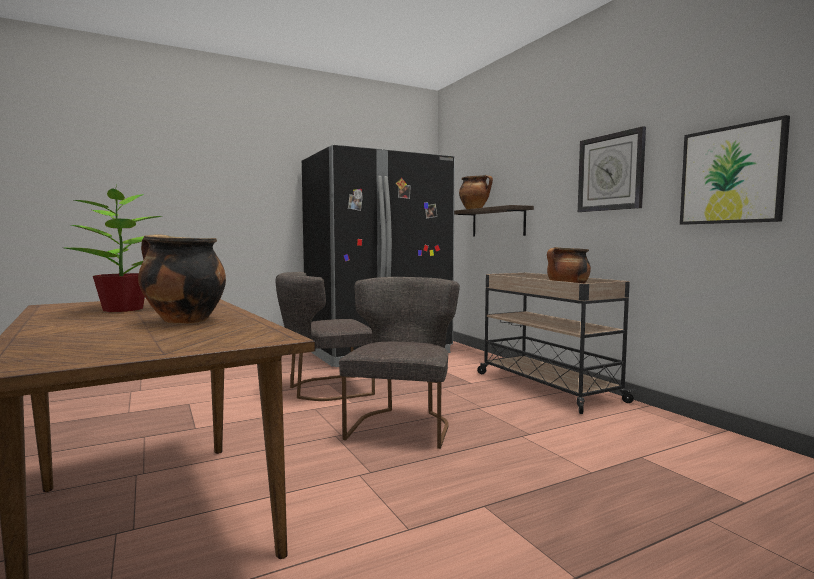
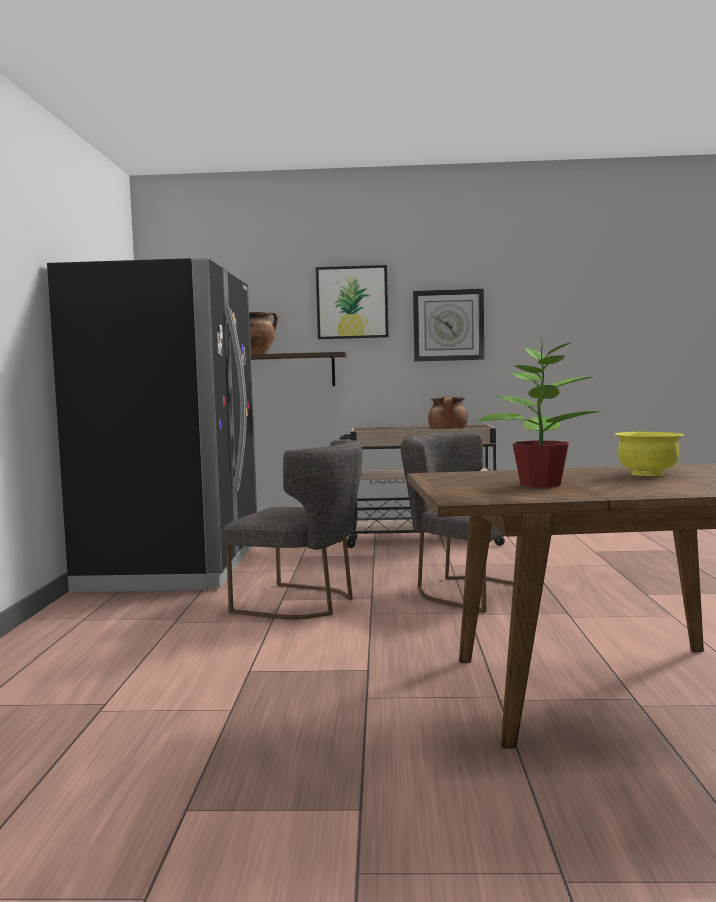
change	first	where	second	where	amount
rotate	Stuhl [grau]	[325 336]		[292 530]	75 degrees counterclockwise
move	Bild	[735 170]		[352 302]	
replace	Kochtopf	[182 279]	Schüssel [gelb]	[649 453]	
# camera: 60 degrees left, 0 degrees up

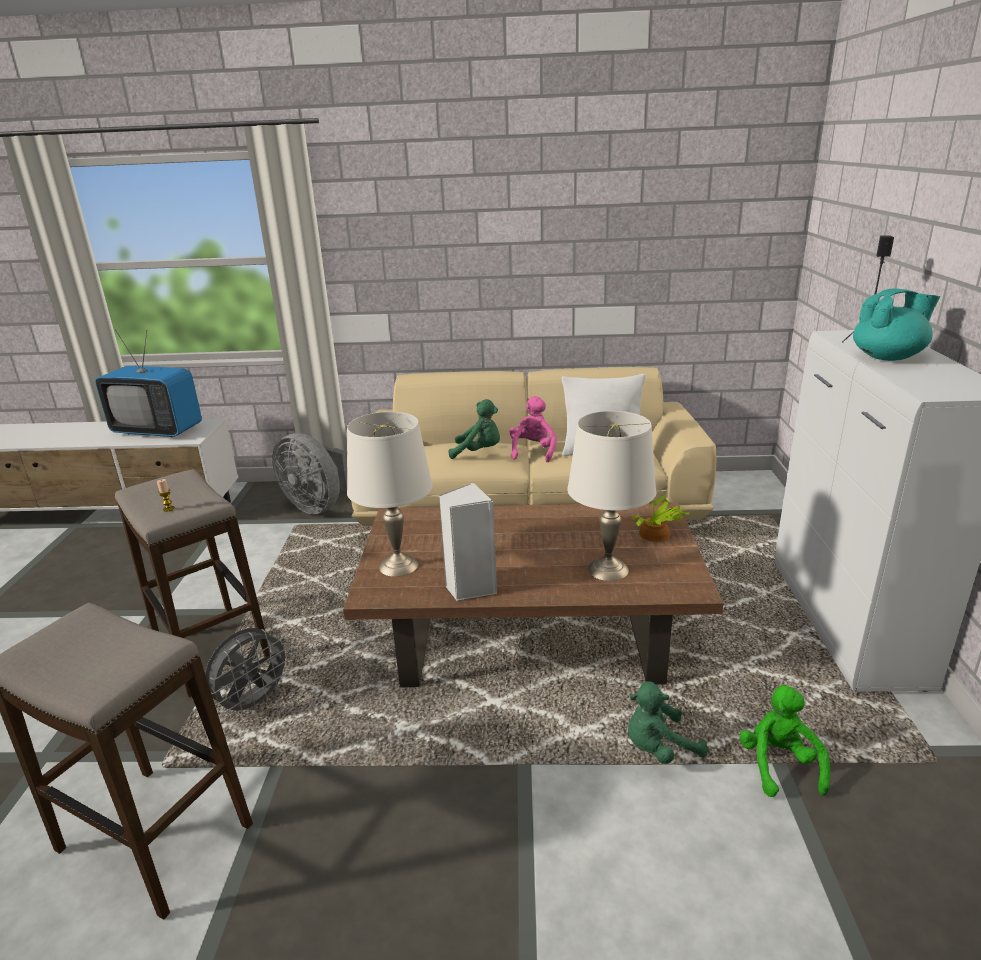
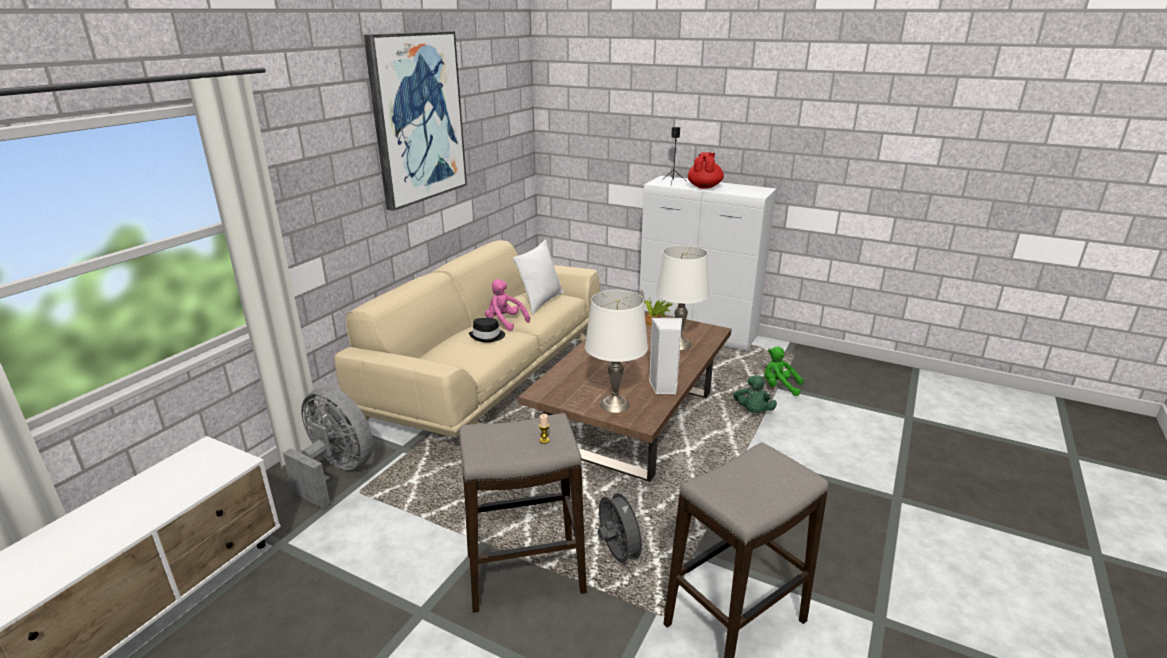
change	first	where	second	where	amount
rotate	Ventilator [grau]	[309 473]		[328 448]	120 degrees counterclockwise
insert			Bild	[415 121]	
replace	Plüschtier [grün]	[474 429]	Hut [schwarz]	[487 330]	
recolor	Teekanne [türkis]	[896 325]	Teekanne [rot]	[706 170]	
delete	Fernseher	[148 383]			
# camera: 65 degrees left, 0 degrees up

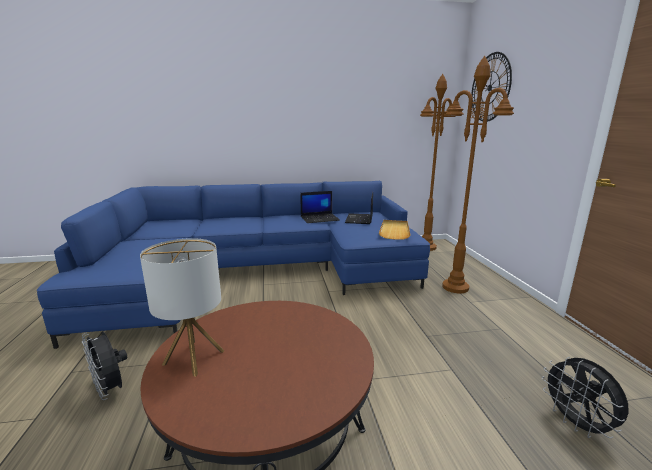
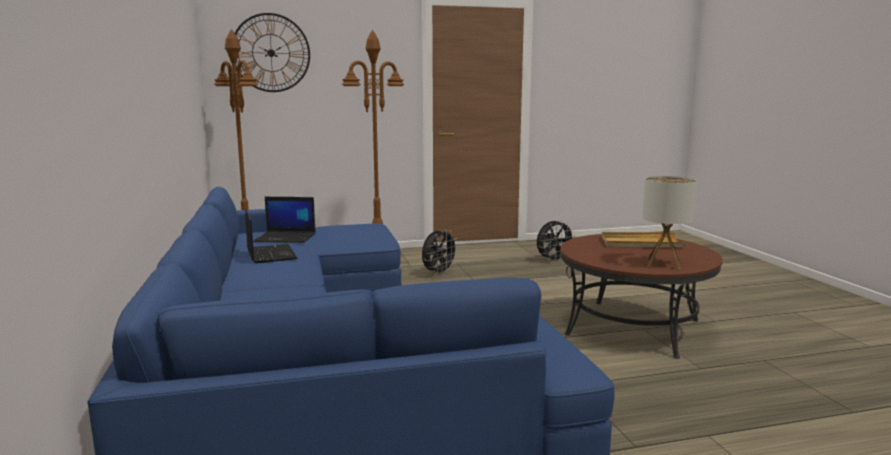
change	first	where	second	where	amount
move	Ventilator [schwarz]	[104 366]		[440 252]	
move	Tablett [beige]	[394 230]		[643 239]	
# camera: 95 degrees left, 5 degrees down

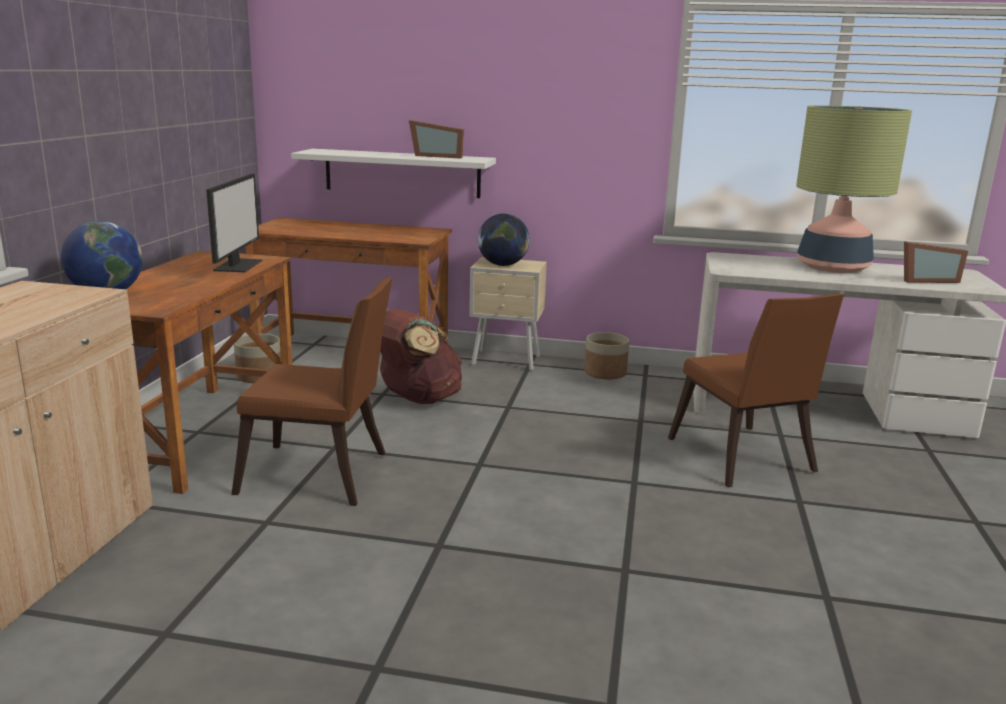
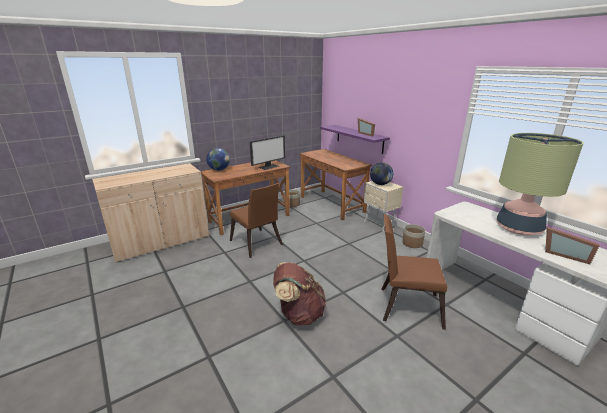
change	first	where	second	where	amount
move	Rucksack [braun]	[421 356]		[299 293]	
recolor	Wandregal [weiß]	[393 173]	Wandregal [lila]	[355 139]	
rotate	Stuhl [braun]	[756 391]		[414 272]	75 degrees clockwise
# camera: 45 degrees right, 5 degrees up

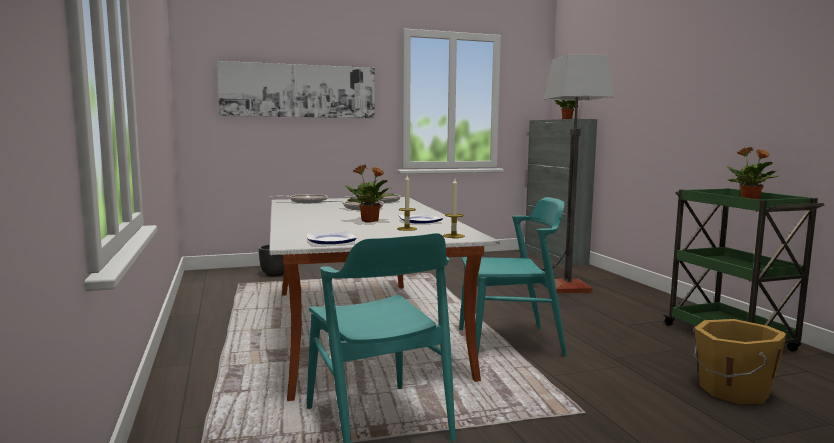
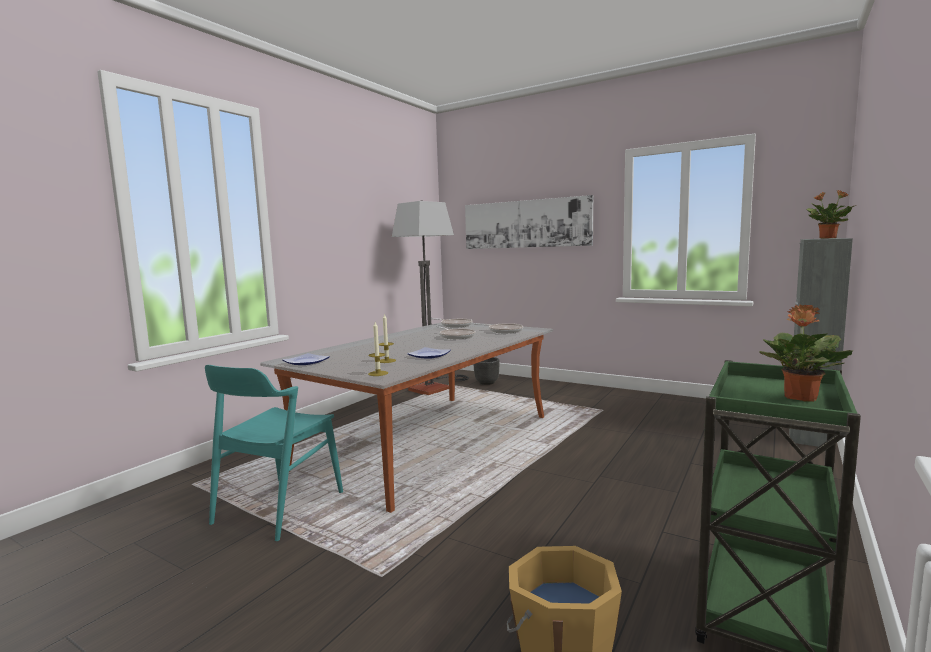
change	first	where	second	where	amount
move	Stehlampe	[577 173]		[430 297]	
delete	Topfpflanze	[369 193]			
delete	Stuhl [türkis]	[513 276]			
# camera: 50 degrees right, 0 degrees up

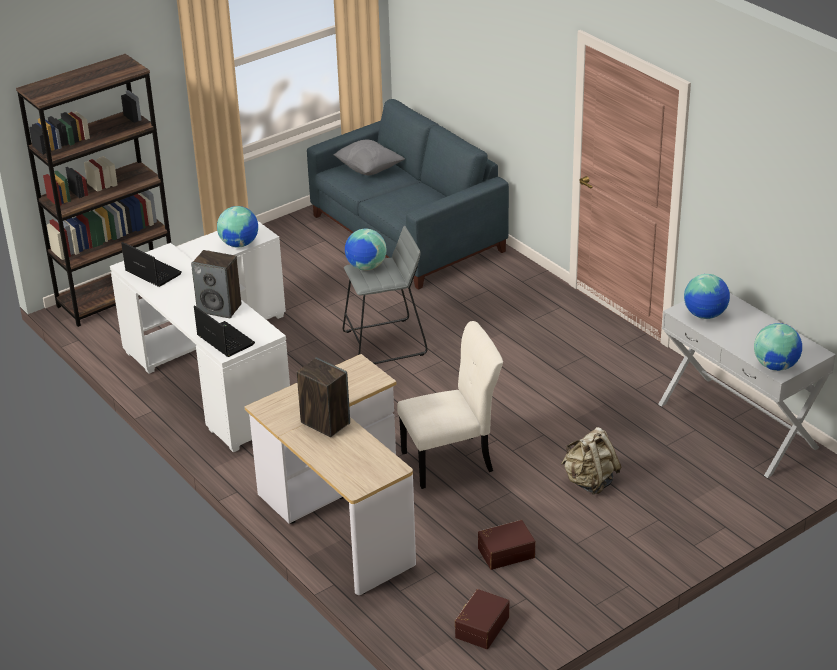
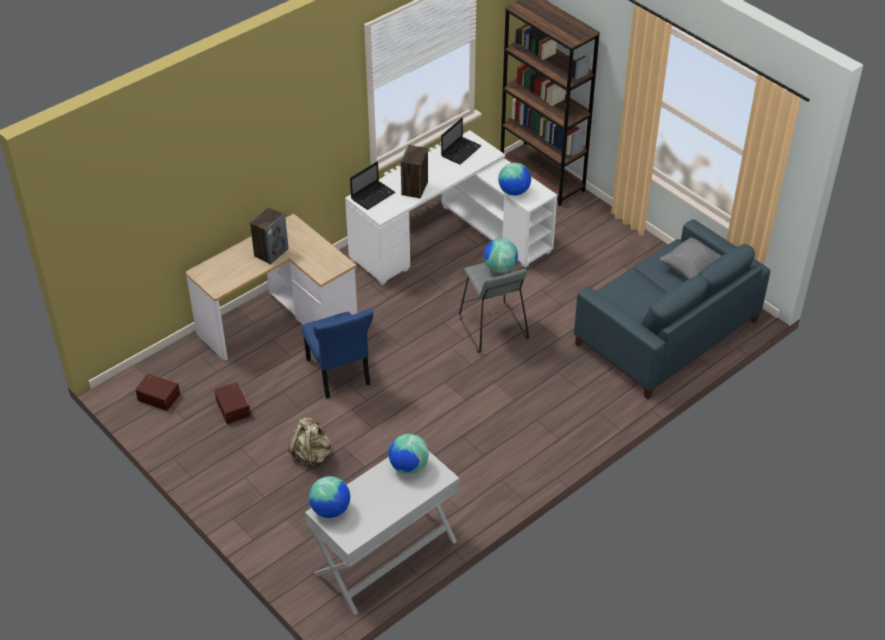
change	first	where	second	where	amount
recolor	Stuhl [beige]	[450 405]	Stuhl [blau]	[337 353]	
# camera: 85 degrees right, 10 degrees up

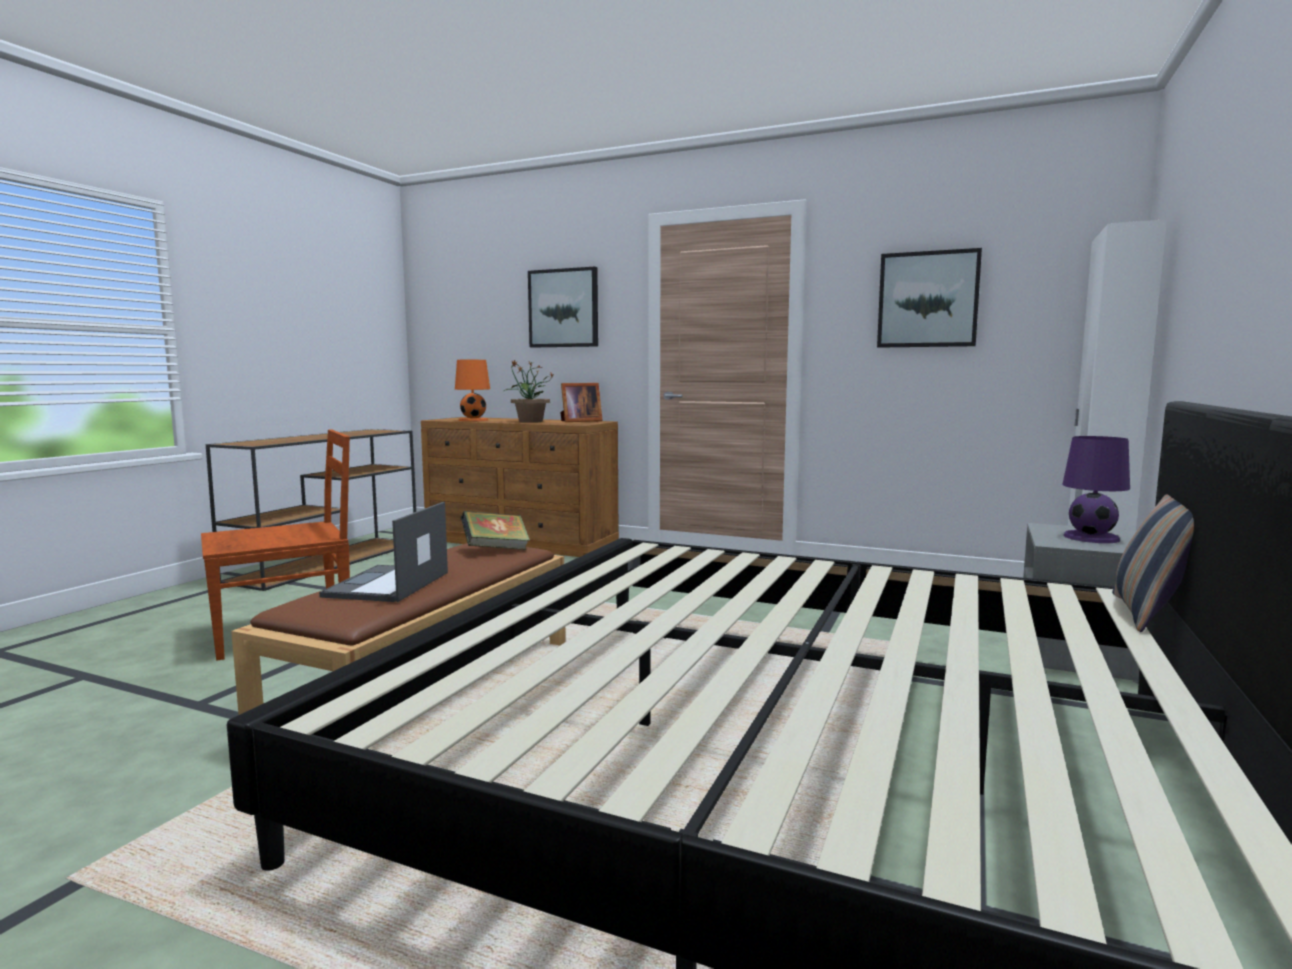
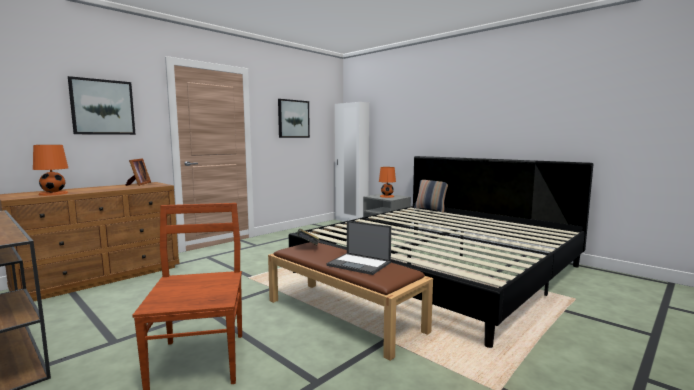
change	first	where	second	where	amount
recolor	Tischlampe [lila]	[1096 489]	Tischlampe [orange]	[387 182]	
delete	Topfpflanze	[528 392]			
# camera: 70 degrees left, 0 degrees up

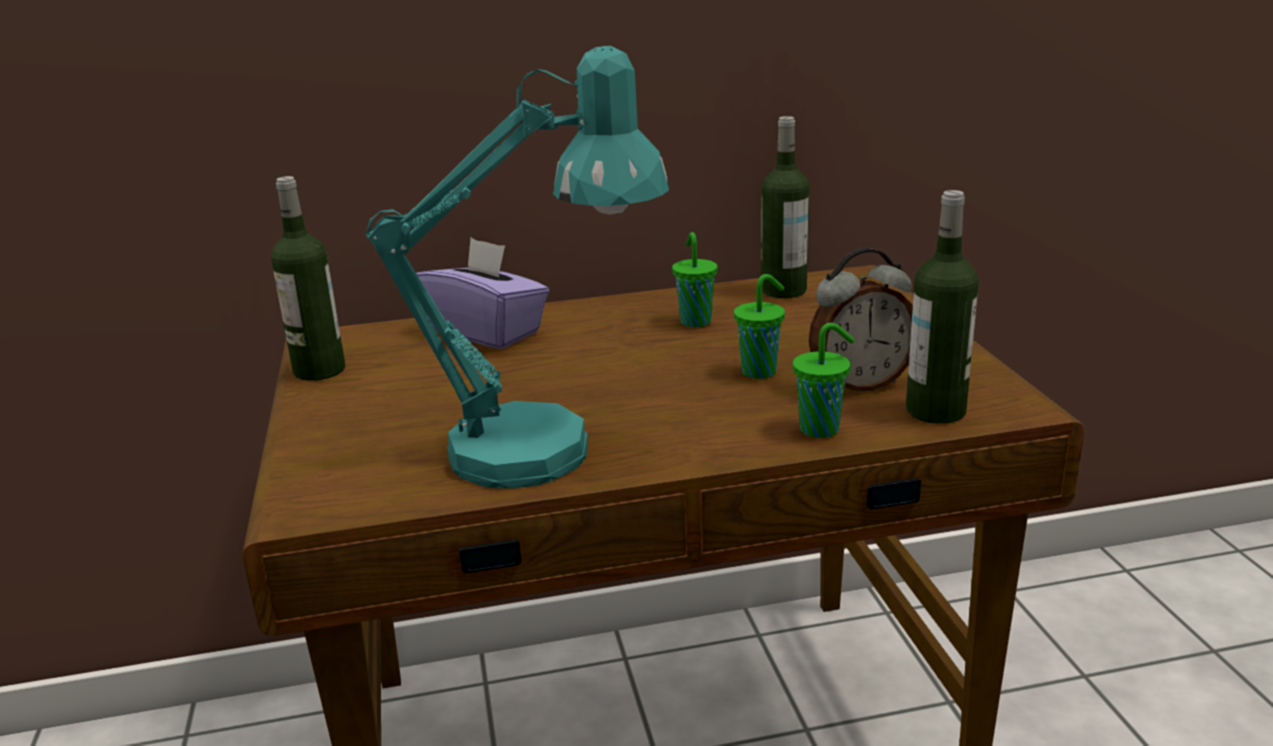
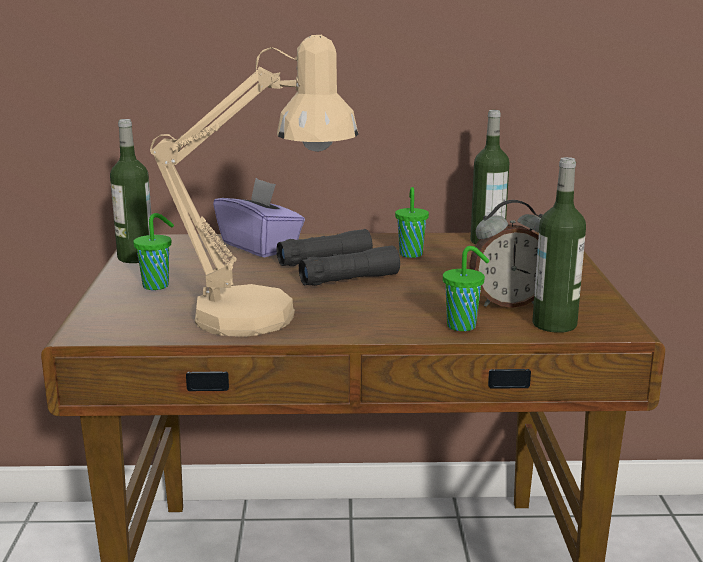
change	first	where	second	where	amount
move	Tasse [grün]	[759 326]		[153 251]	
recolor	Tischlampe [türkis]	[517 267]	Tischlampe [beige]	[254 186]	
insert			Fernglas [schwarz]	[338 257]	
# camera: 10 degrees right, 5 degrees down

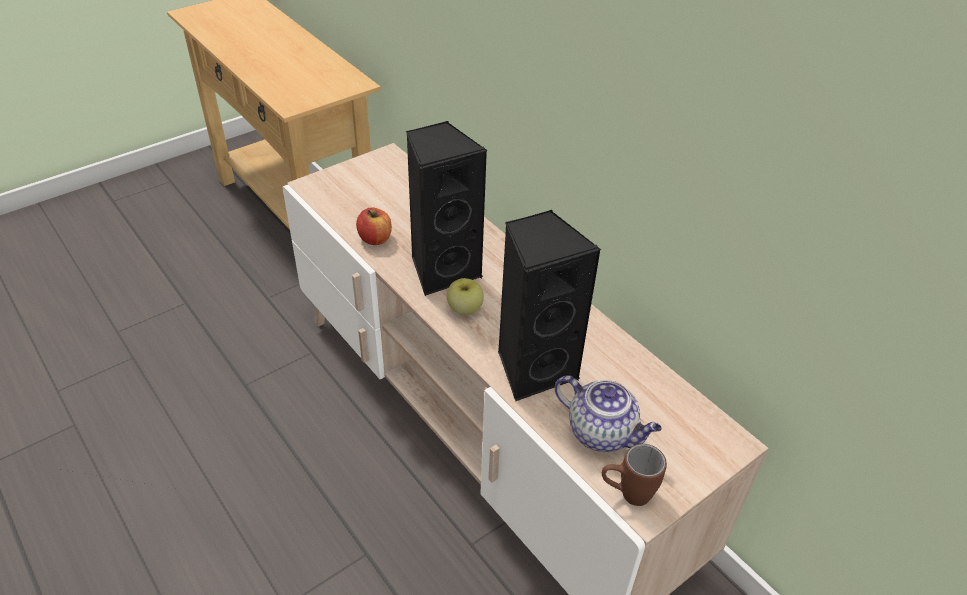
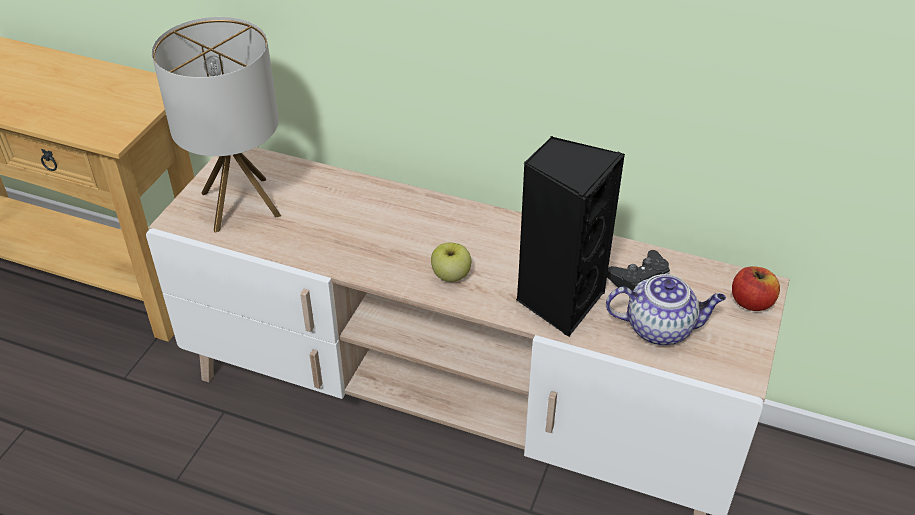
change	first	where	second	where	amount
insert			Tischlampe	[216 125]	
insert			Gamepad [schwarz]	[638 270]	
move	Apfel	[374 226]		[756 288]	
delete	Lautsprecher [schwarz]	[447 208]			
delete	Henkelbecher [braun]	[634 475]			
# camera: 30 degrees left, 0 degrees up

